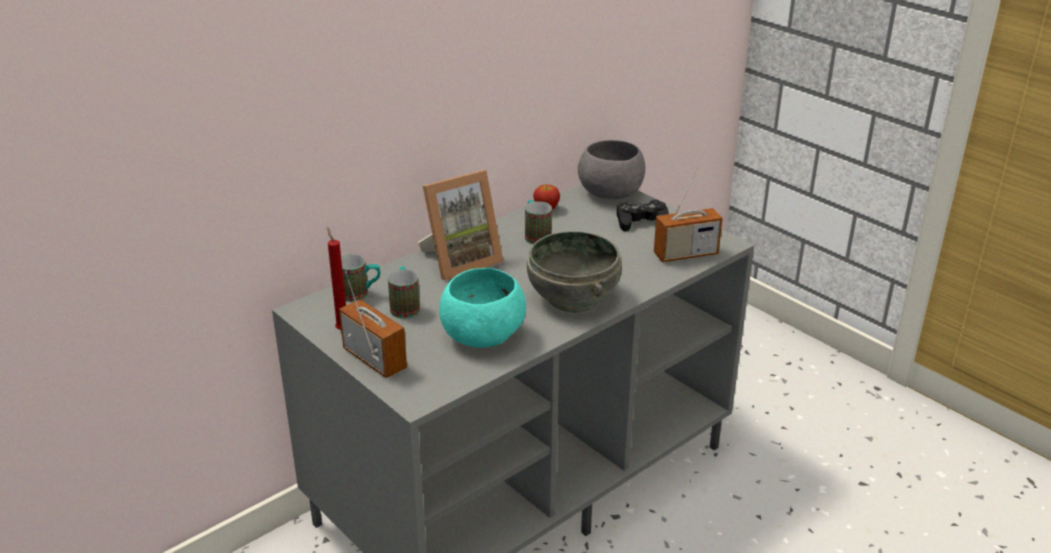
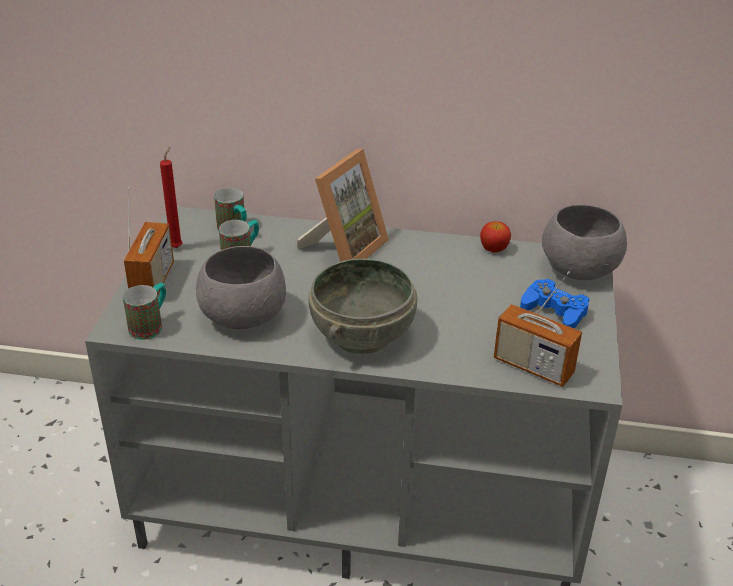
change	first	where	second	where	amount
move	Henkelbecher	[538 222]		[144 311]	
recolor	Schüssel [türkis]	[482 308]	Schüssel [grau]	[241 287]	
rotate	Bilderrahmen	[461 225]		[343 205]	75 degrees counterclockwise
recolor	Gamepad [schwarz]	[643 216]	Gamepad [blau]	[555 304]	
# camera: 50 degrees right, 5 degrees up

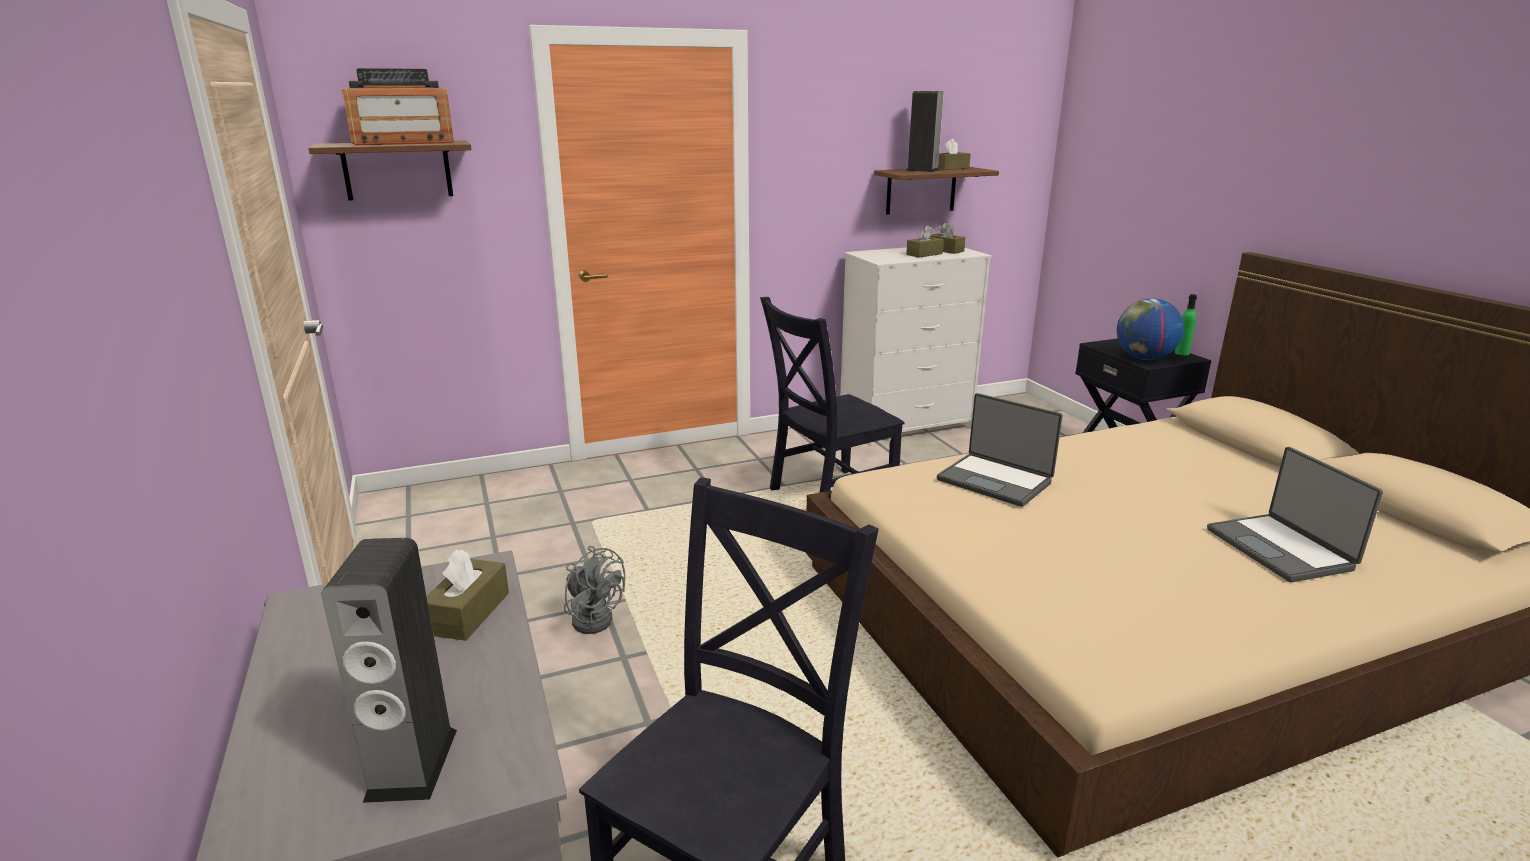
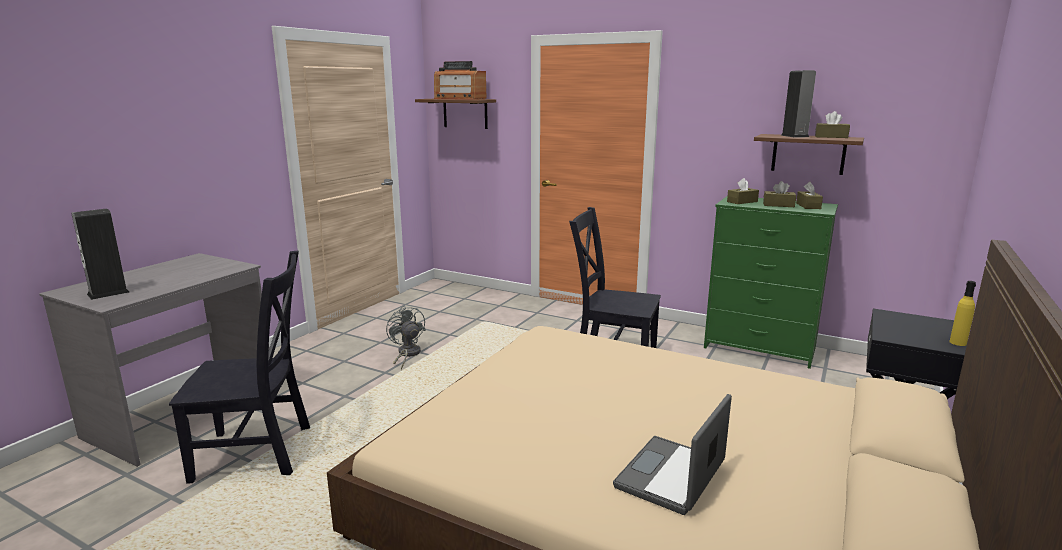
change	first	where	second	where	amount
rotate	Ventilator [grau]	[594 590]		[406 337]	150 degrees clockwise
recolor	Kommode [weiß]	[916 346]	Kommode [grün]	[771 282]	
move	Taschentuchbox [braun]	[468 595]		[743 191]	
recolor	Flasche [grün]	[1186 324]	Flasche [gelb]	[962 313]	
delete	Laptop	[1000 450]			
delete	Globus	[1150 329]			
# camera: 50 degrees right, 5 degrees down

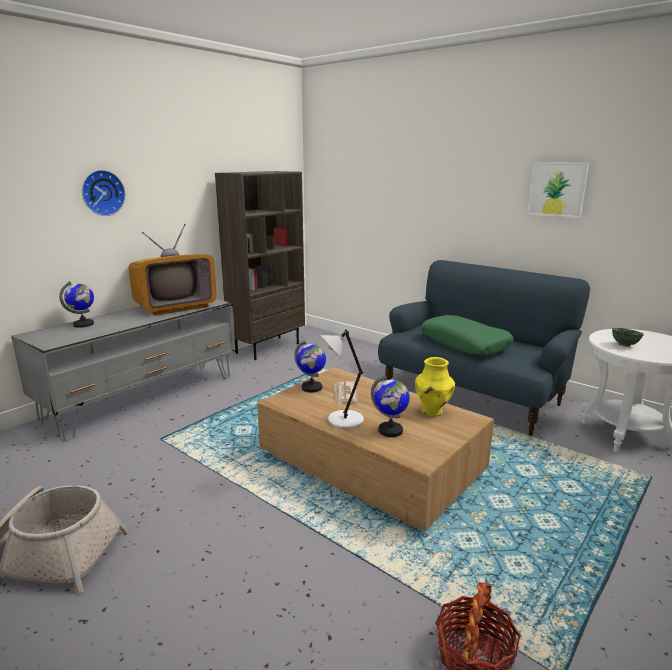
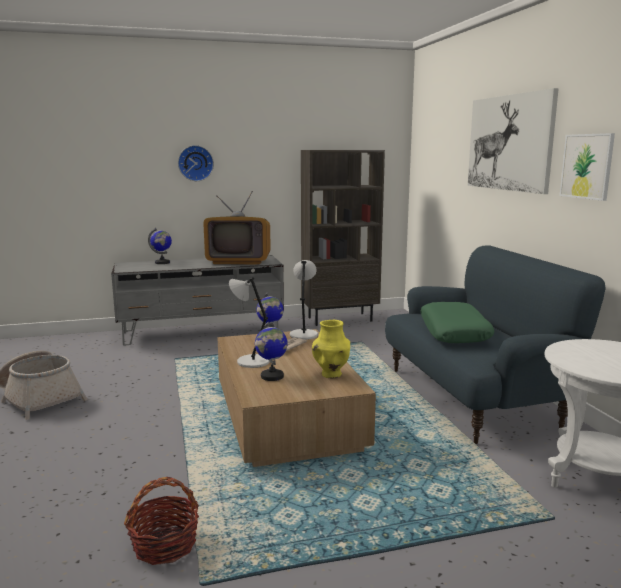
change	first	where	second	where	amount
insert			Tischlampe [grau]	[304 300]	
insert			Bild	[513 141]	
delete	Schüssel [grün]	[628 337]			
# camera: 35 degrees right, 5 degrees down

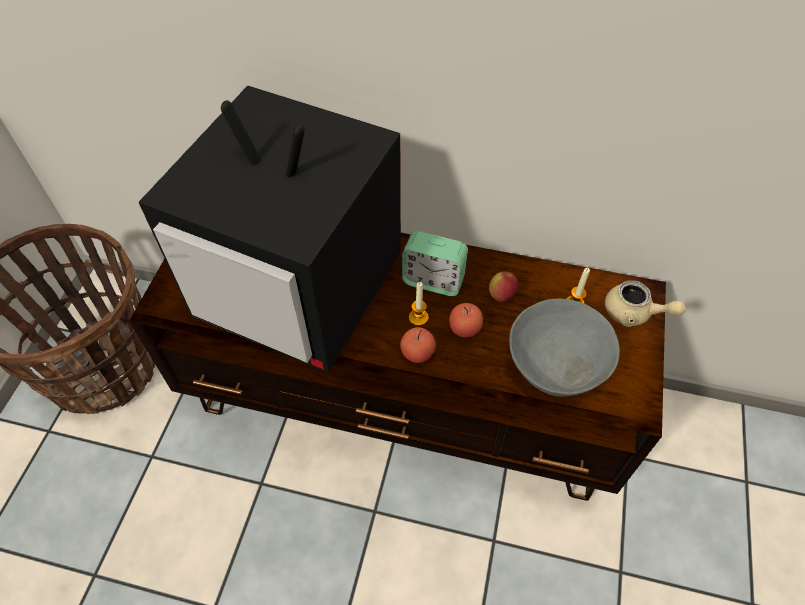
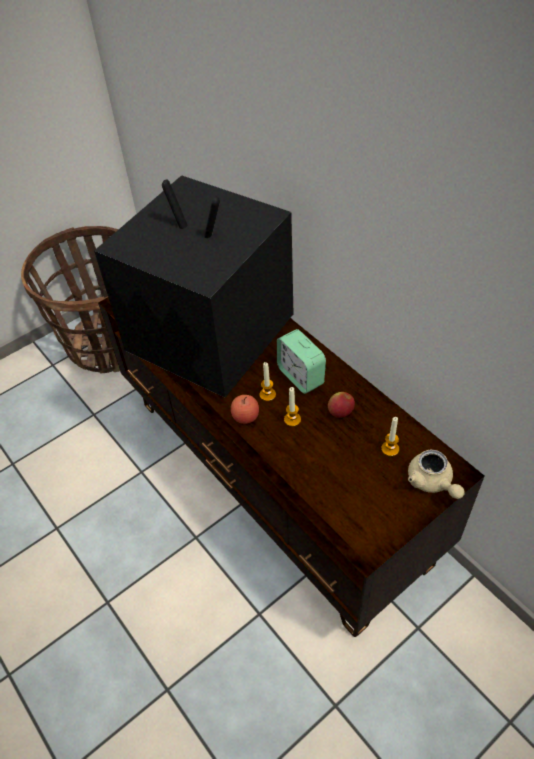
change	first	where	second	where	amount
rotate	Fernseher	[270 229]		[193 286]	150 degrees clockwise
replace	Apfel	[466 320]	Kerze	[292 406]	
delete	Schüssel [grau]	[564 348]			
# camera: 40 degrees right, 5 degrees down

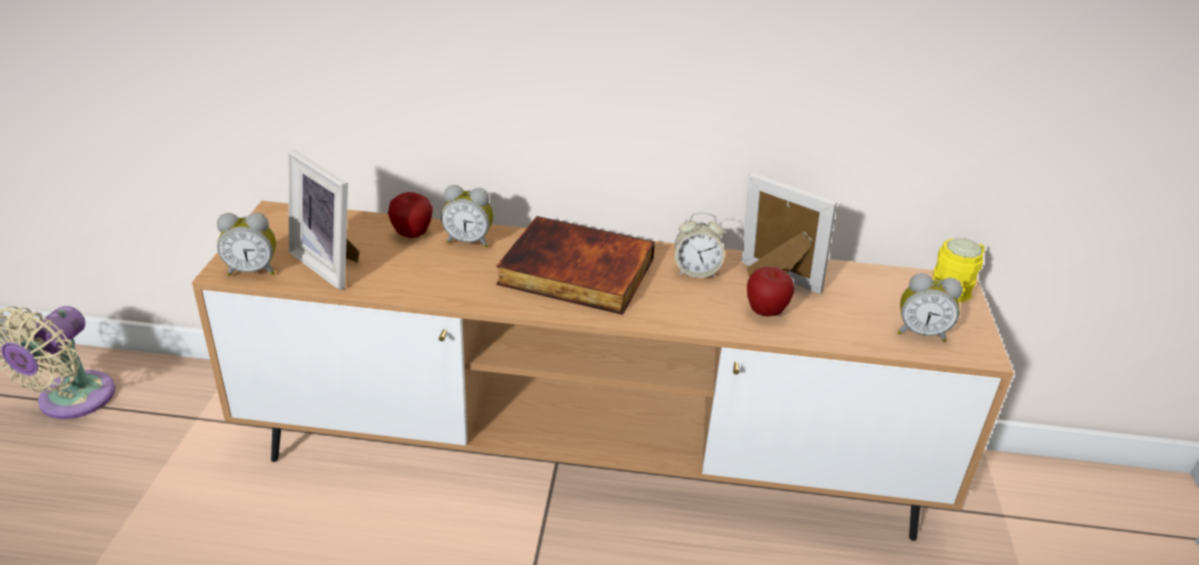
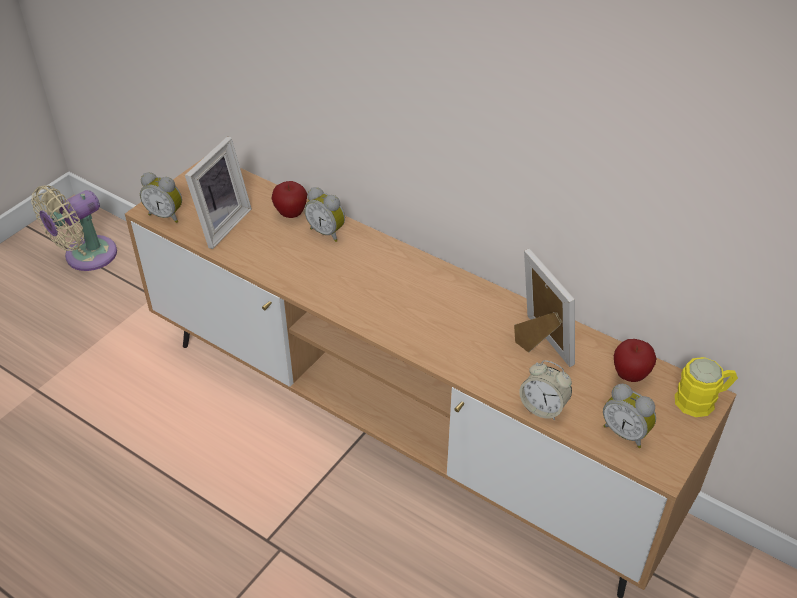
change	first	where	second	where	amount
rotate	Bilderrahmen	[323 220]		[218 193]	135 degrees counterclockwise
move	Wecker	[700 245]		[545 390]	
move	Apfel	[770 291]		[635 360]	
delete	Buch	[576 265]			
# camera: 30 degrees right, 10 degrees up

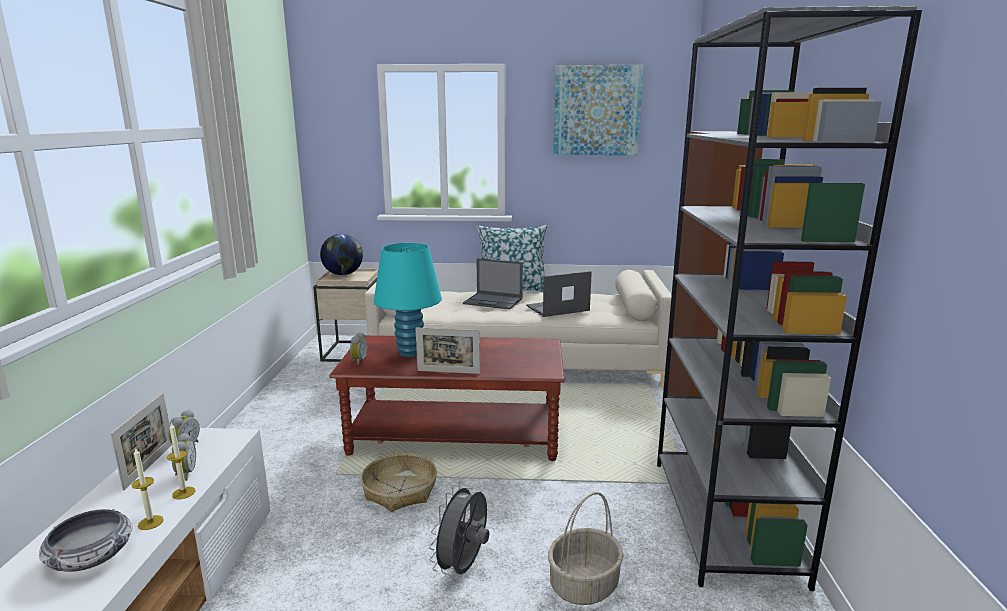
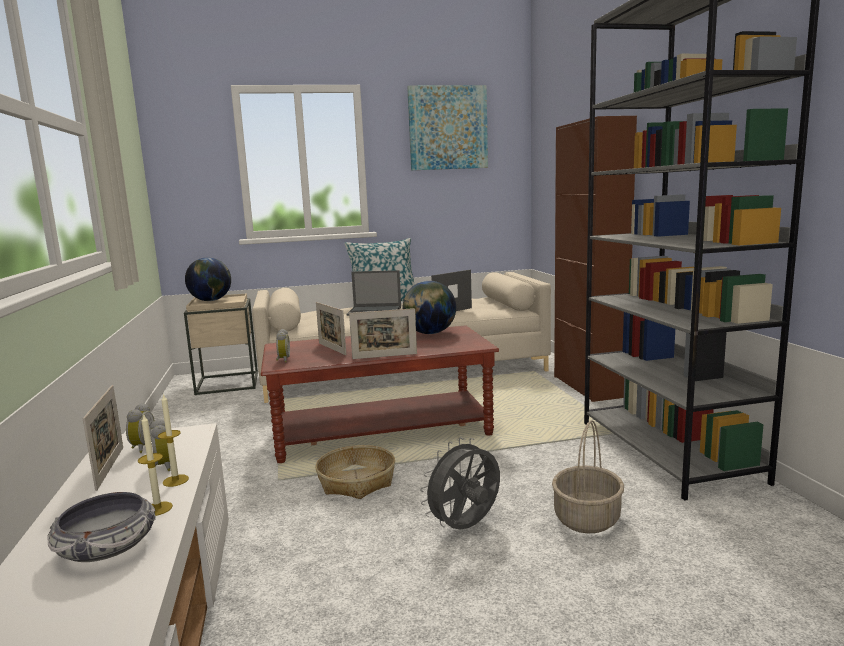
change	first	where	second	where	amount
replace	Tischlampe [türkis]	[408 300]	Bilderrahmen	[331 328]	
insert			Globus	[429 307]	
rotate	Ventilator [grau]	[459 528]		[460 483]	45 degrees clockwise
# camera: 15 degrees left, 5 degrees down

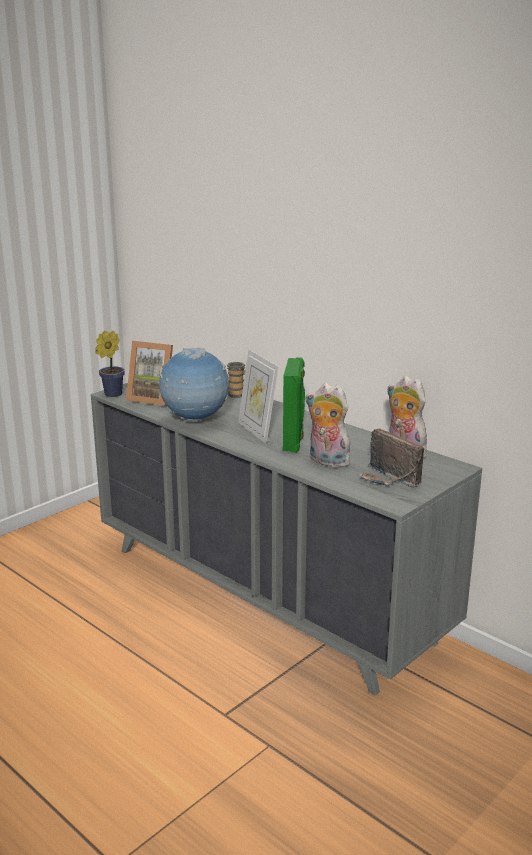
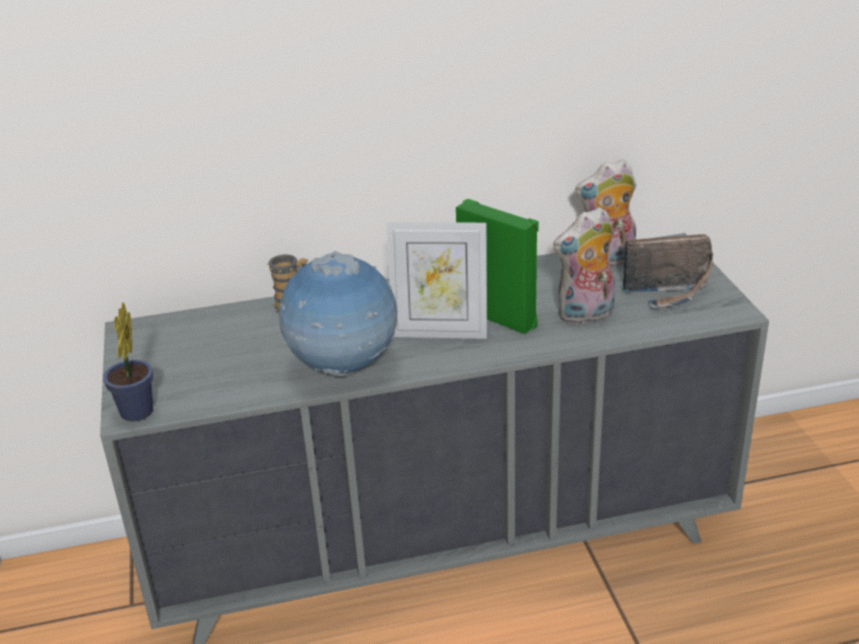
change	first	where	second	where	amount
delete	Bilderrahmen	[149 373]			
# camera: 55 degrees left, 10 degrees up

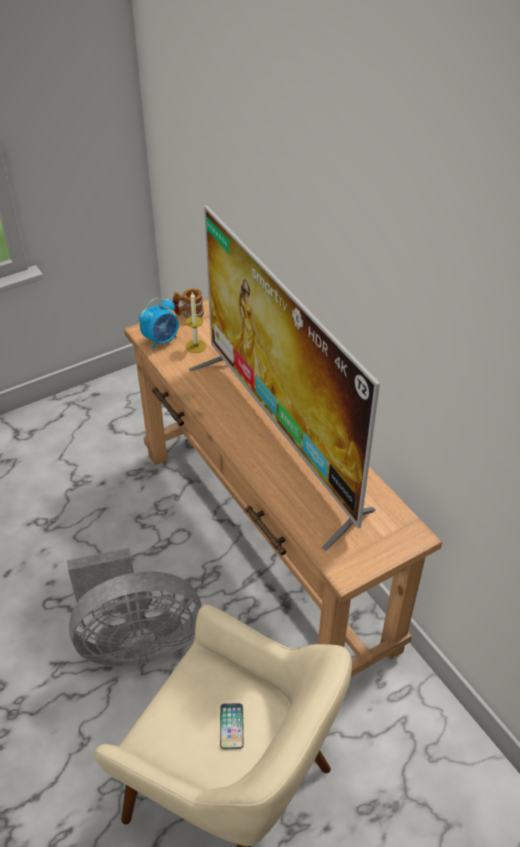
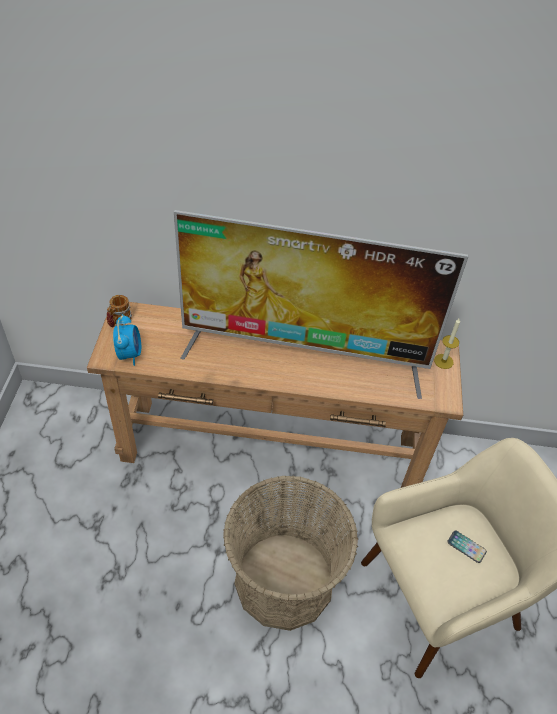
change	first	where	second	where	amount
replace	Ventilator [grau]	[134 607]	Korb	[290 553]	
move	Kerze	[195 322]		[447 344]	
# camera: 55 degrees left, 5 degrees up

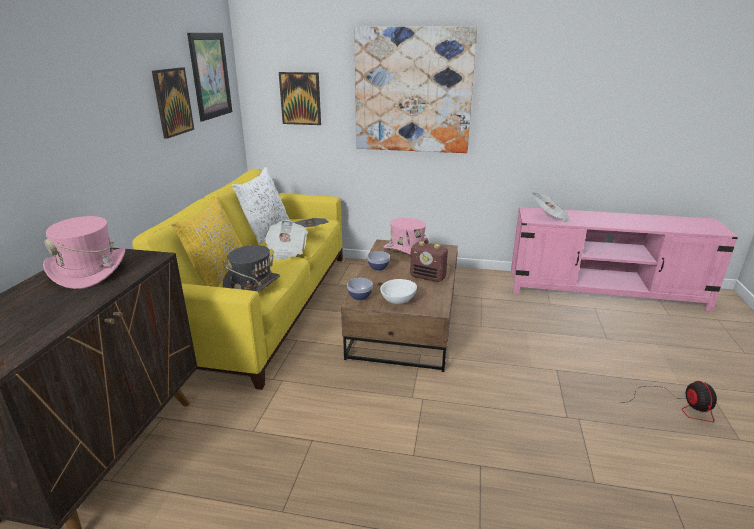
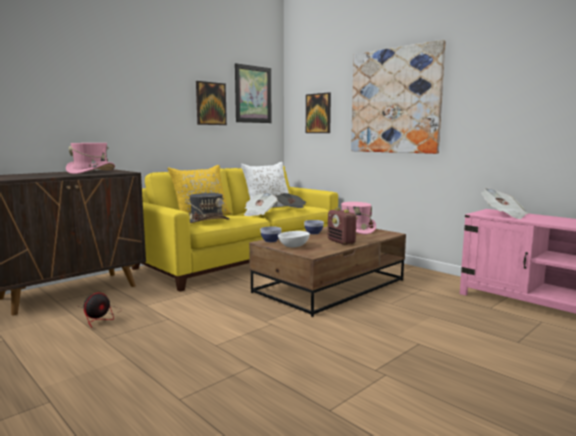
change	first	where	second	where	amount
move	Ventilator	[667 401]		[102 310]	
# camera: 35 degrees right, 15 degrees down

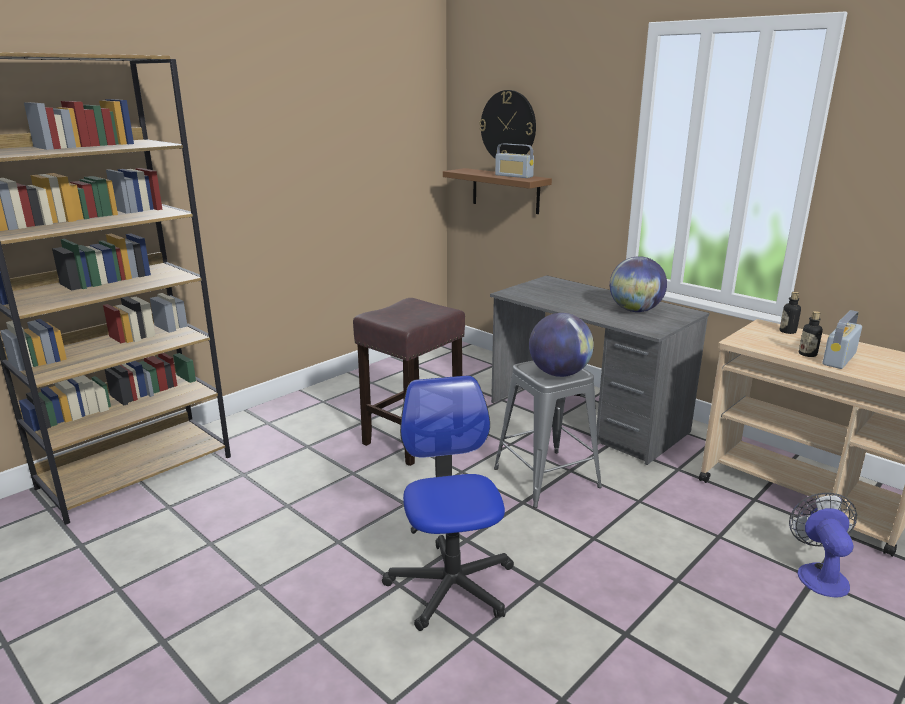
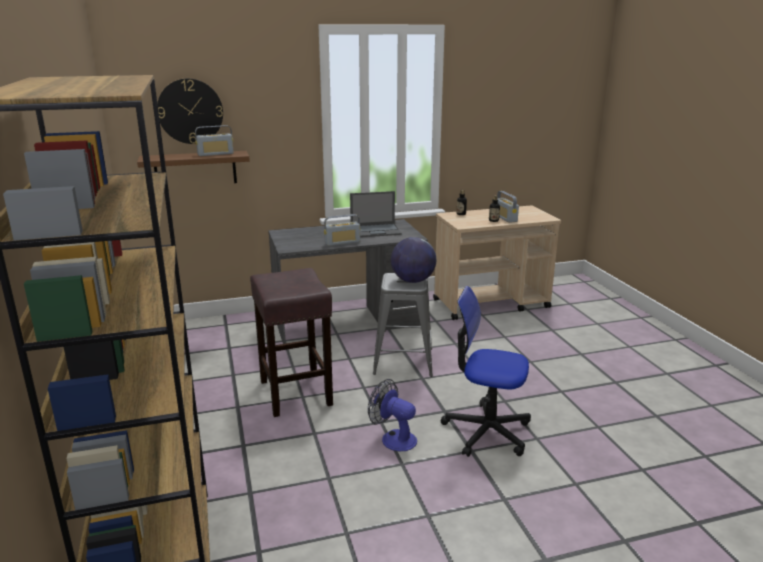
change	first	where	second	where	amount
insert			Radio	[342 230]	
replace	Globus	[638 284]	Laptop	[376 214]	
move	Ventilator	[823 545]		[392 415]	
# camera: 60 degrees left, 0 degrees up

